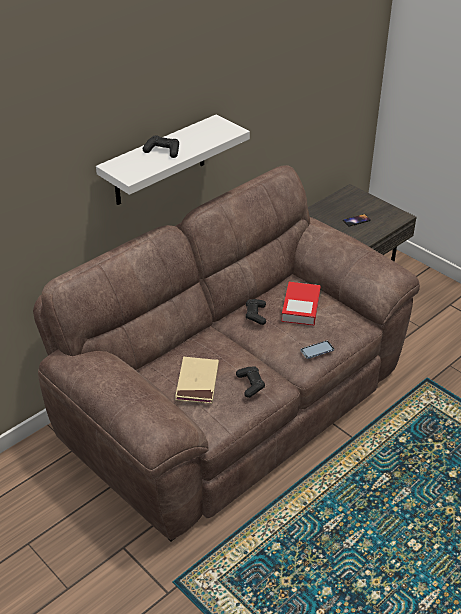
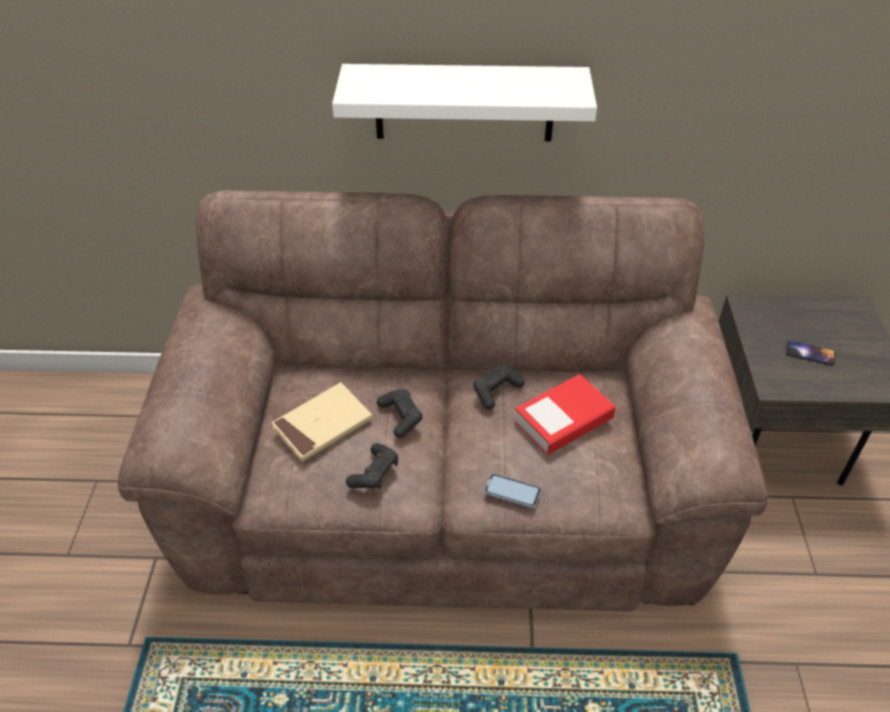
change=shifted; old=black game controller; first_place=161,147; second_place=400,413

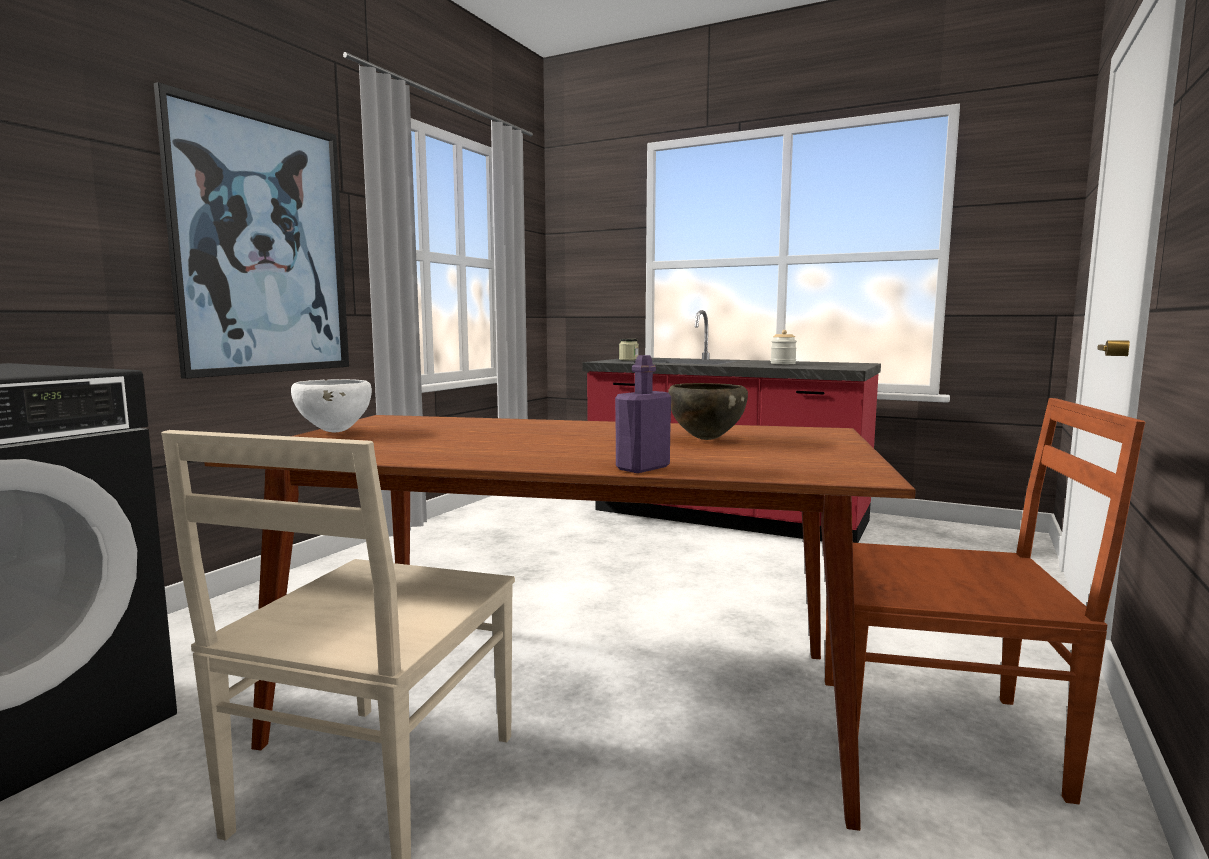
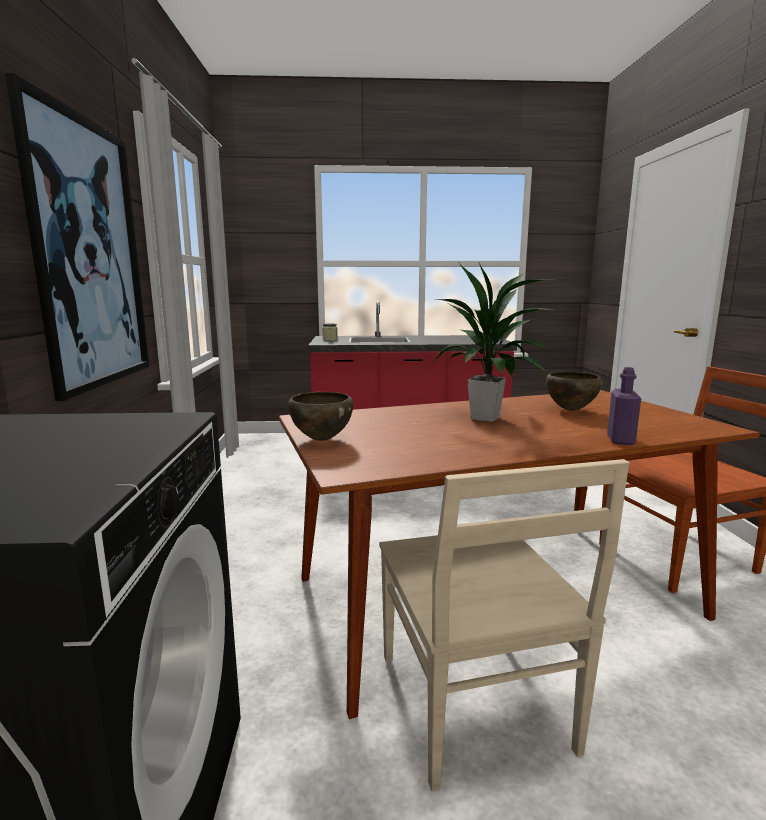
change=gone; old=jar; first_place=784,347
change=new; new=potted plant; second_place=493,342
change=repainted; old=white bowl; new=brown bowl; first_place=331,405; second_place=320,416

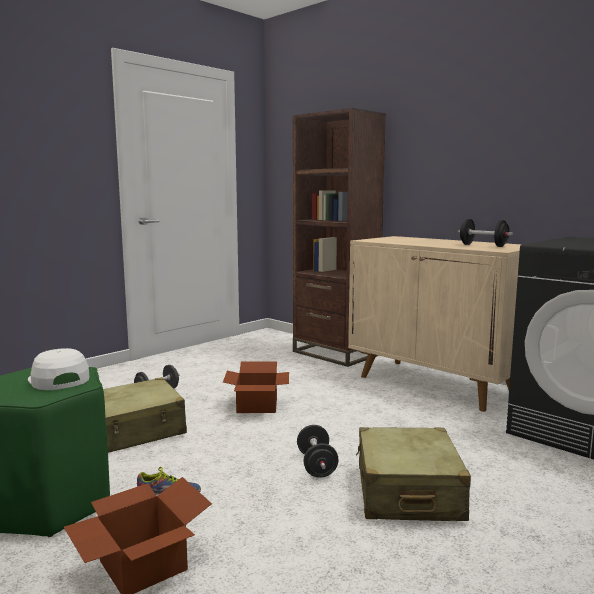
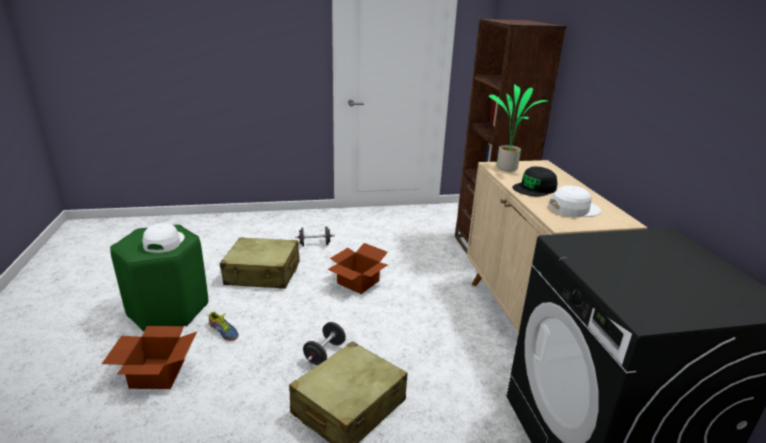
change=new; new=potted plant; second_place=519,127
change=new; new=black cap; second_place=534,181
change=swapped; old=black dumbbell; new=white cap; first_place=485,233; second_place=575,201

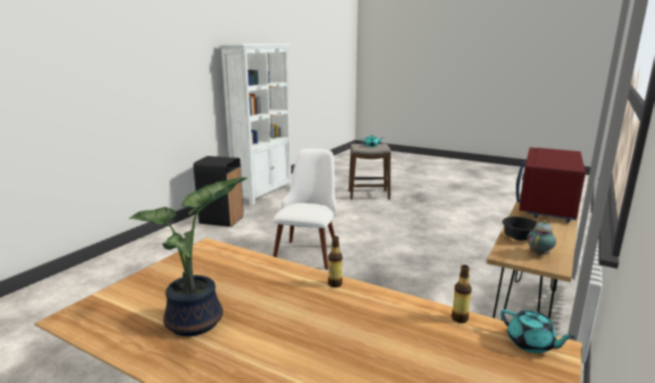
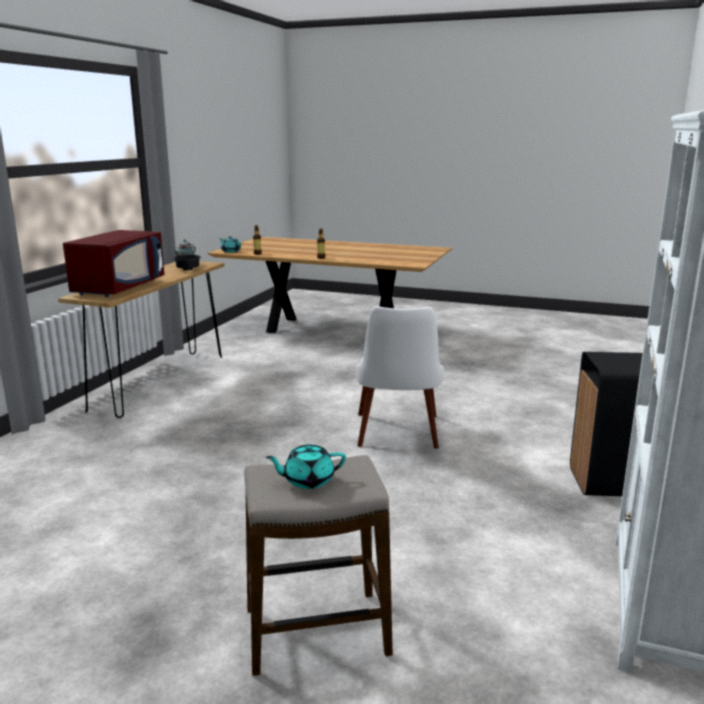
change=gone; old=potted plant; first_place=188,256

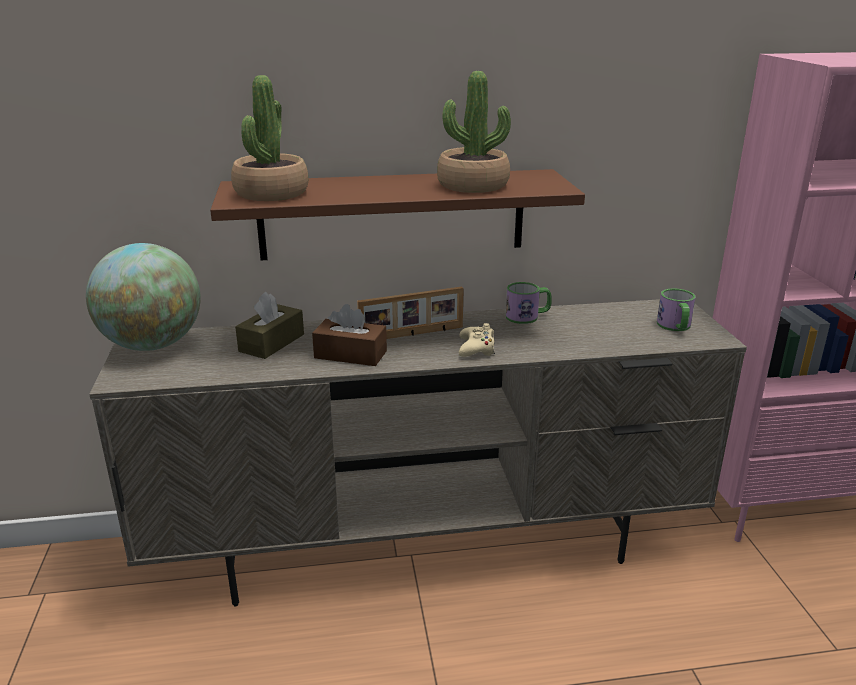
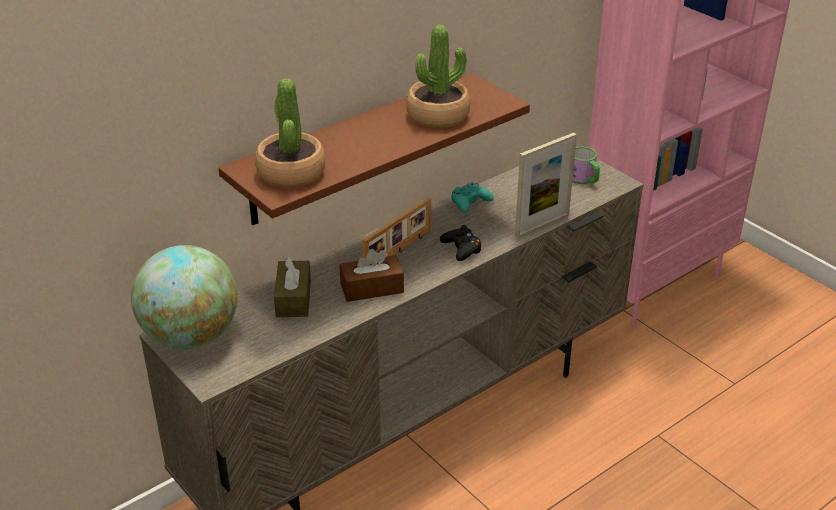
change=new; new=picture frame; second_place=546,185
change=swapped; old=mug; new=turquoise game controller; first_place=529,303; second_place=473,197
change=repainted; old=beige game controller; new=black game controller; first_place=477,340; second_place=460,243

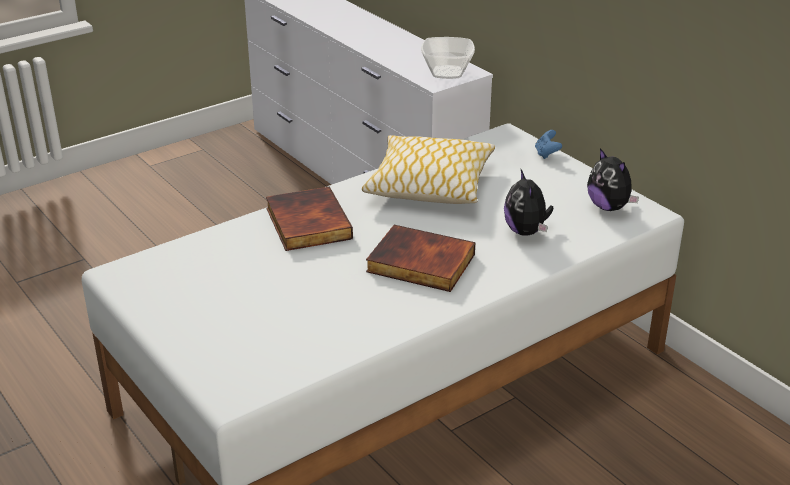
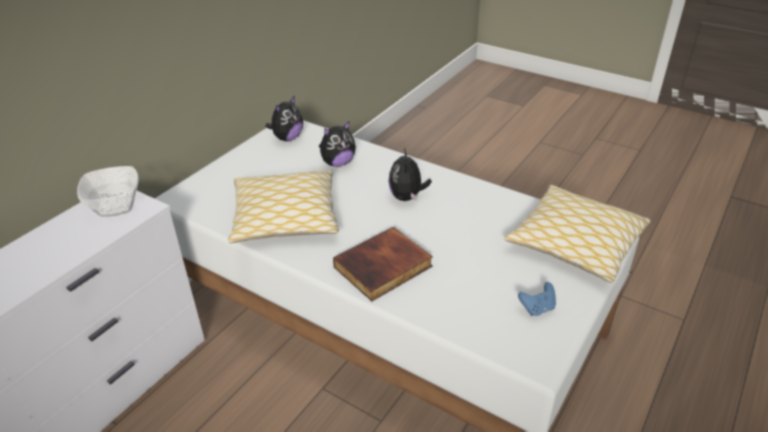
change=new; new=pillow; second_place=577,234
change=shifted; old=blue game controller; first_place=548,144; second_place=537,299
change=swapped; old=book; new=plush toy; first_place=420,258; second_place=410,174

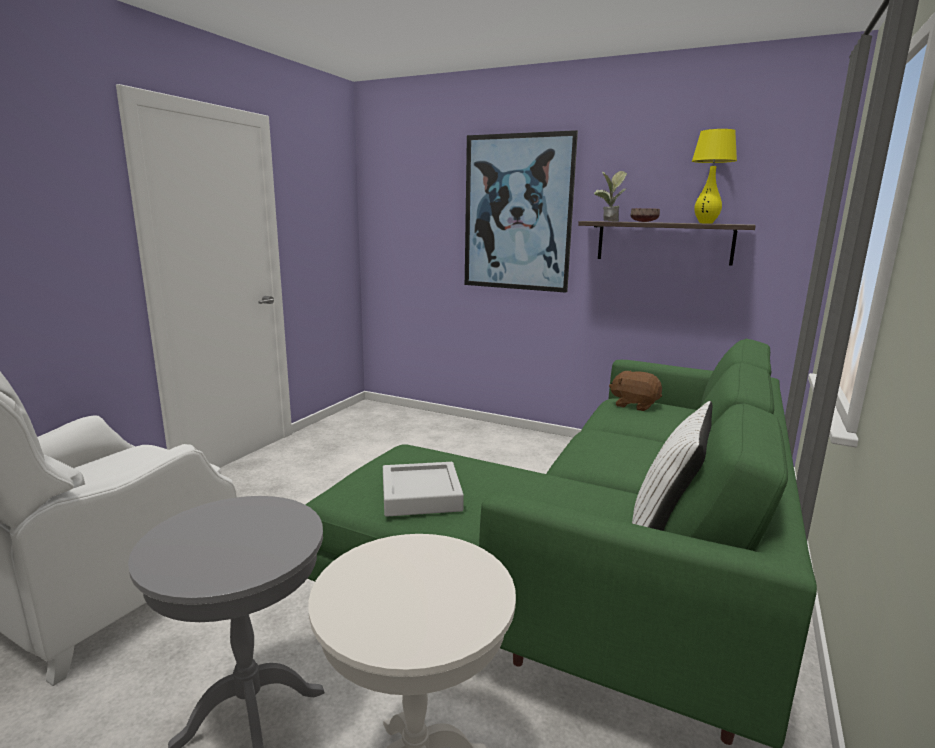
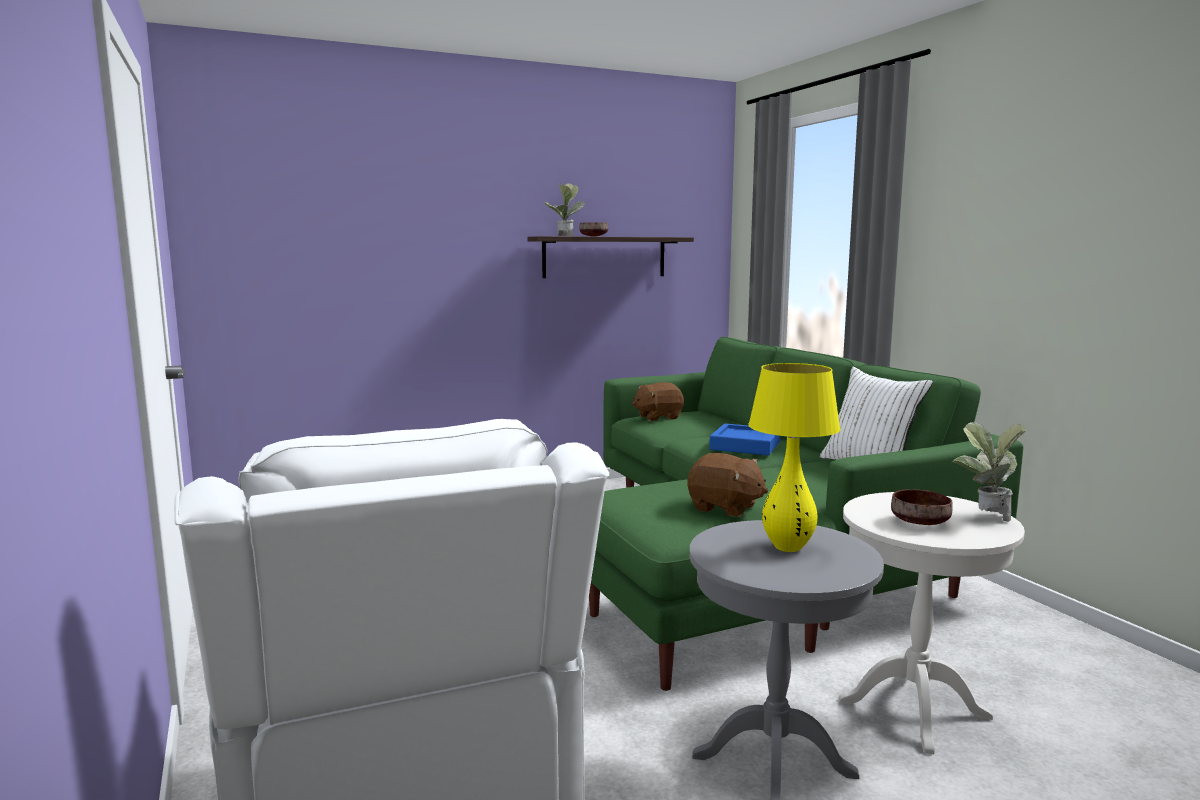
change=gone; old=picture; first_place=521,211
change=new; new=blue tray; second_place=744,440
change=new; new=brown bowl; second_place=922,507
change=new; new=potted plant; second_place=989,472
change=shifted; old=yellow table lamp; first_place=714,176; second_place=794,457
change=swapped; old=grey tray; new=brown plush toy; first_place=423,489; second_place=727,485

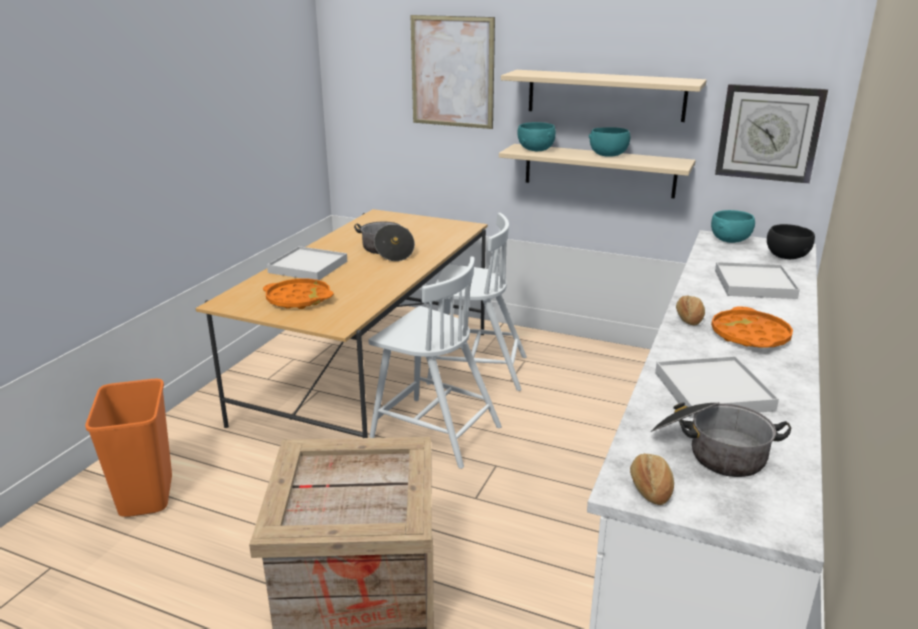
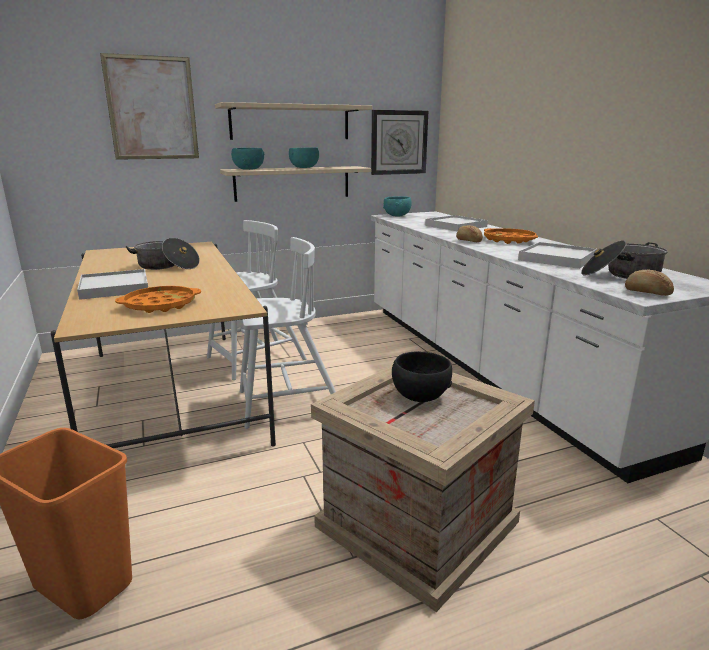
change=shifted; old=black bowl; first_place=791,241; second_place=422,376

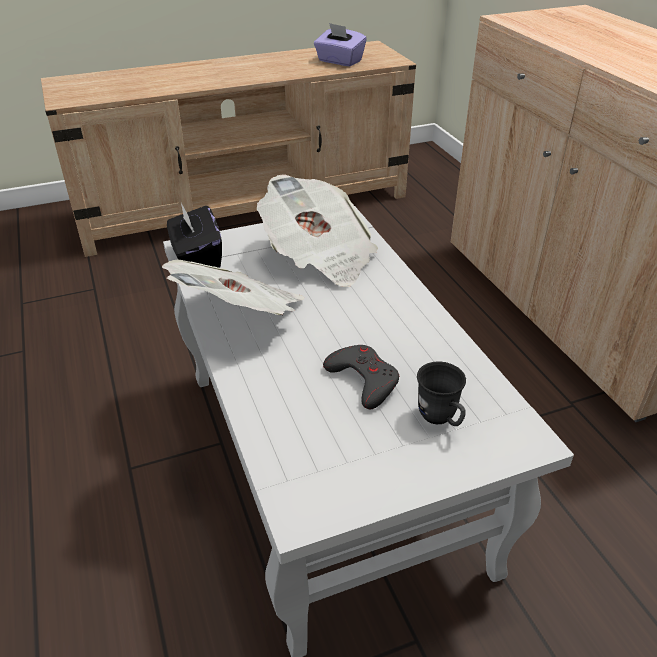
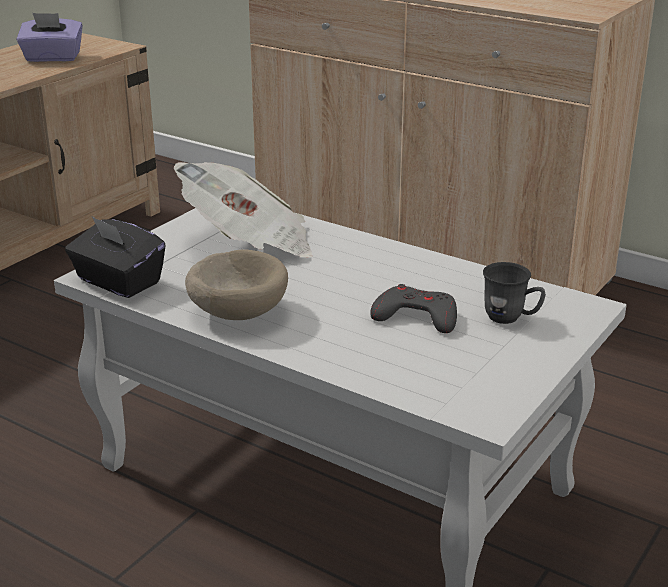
change=swapped; old=newspaper; new=beige bowl; first_place=233,287; second_place=236,284

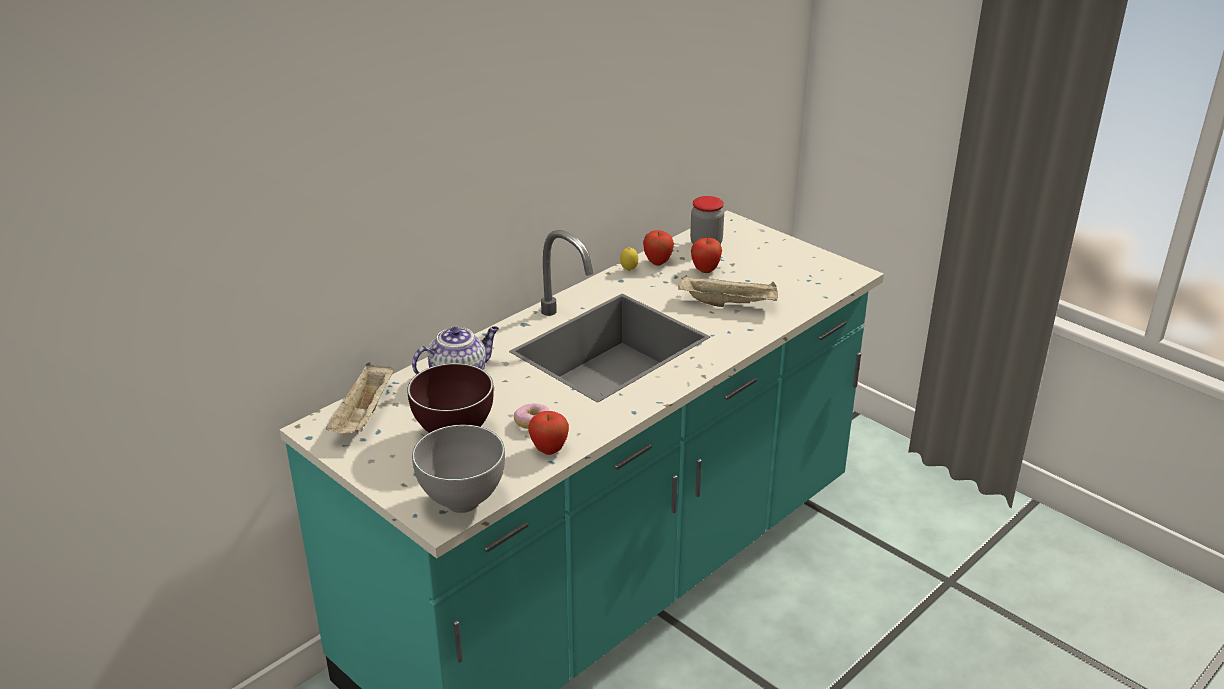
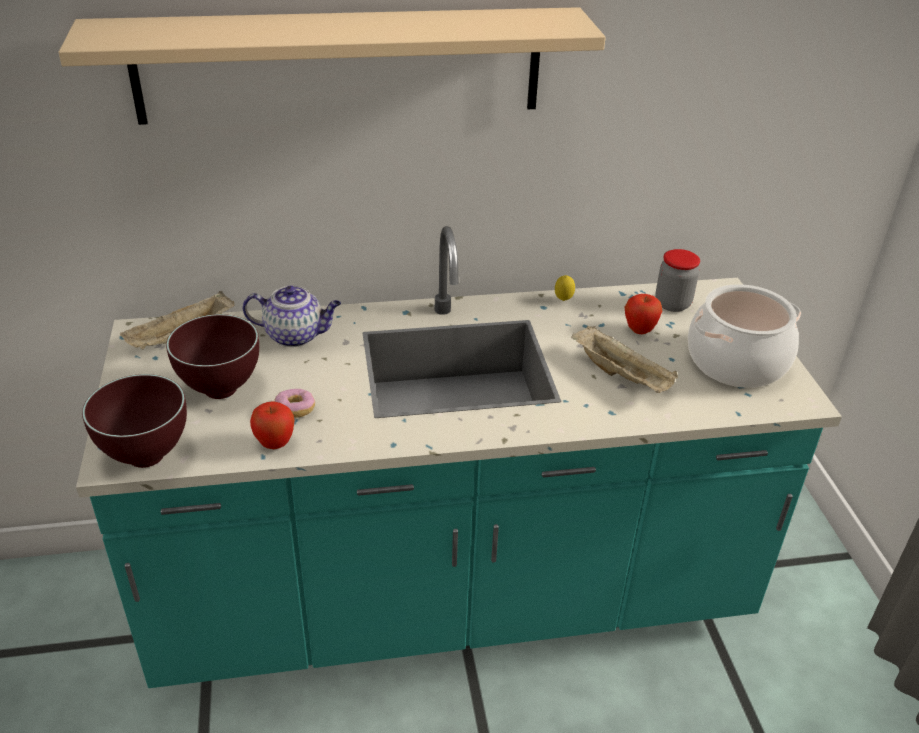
change=gone; old=apple; first_place=658,247
change=new; new=beige shelf; second_place=332,66
change=new; new=cooking pot; second_place=744,336
change=repainted; old=grey bowl; new=brown bowl; first_place=458,469; second_place=134,421

